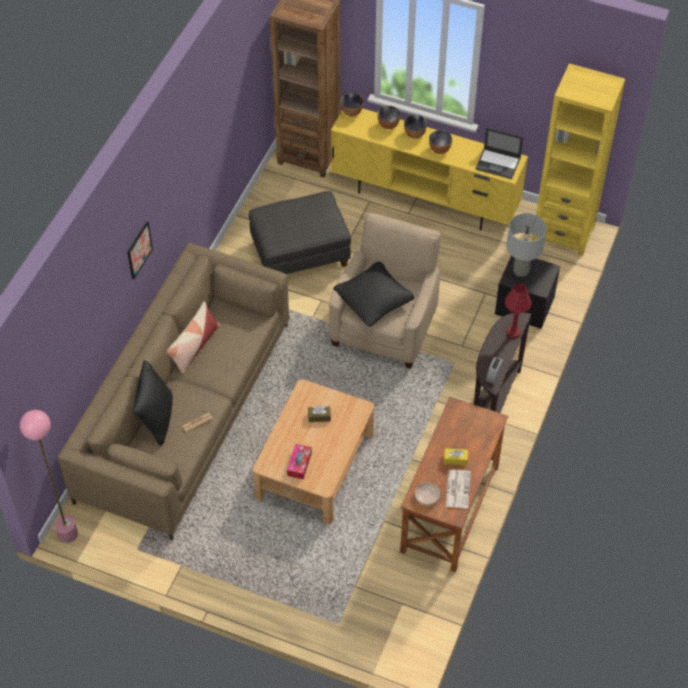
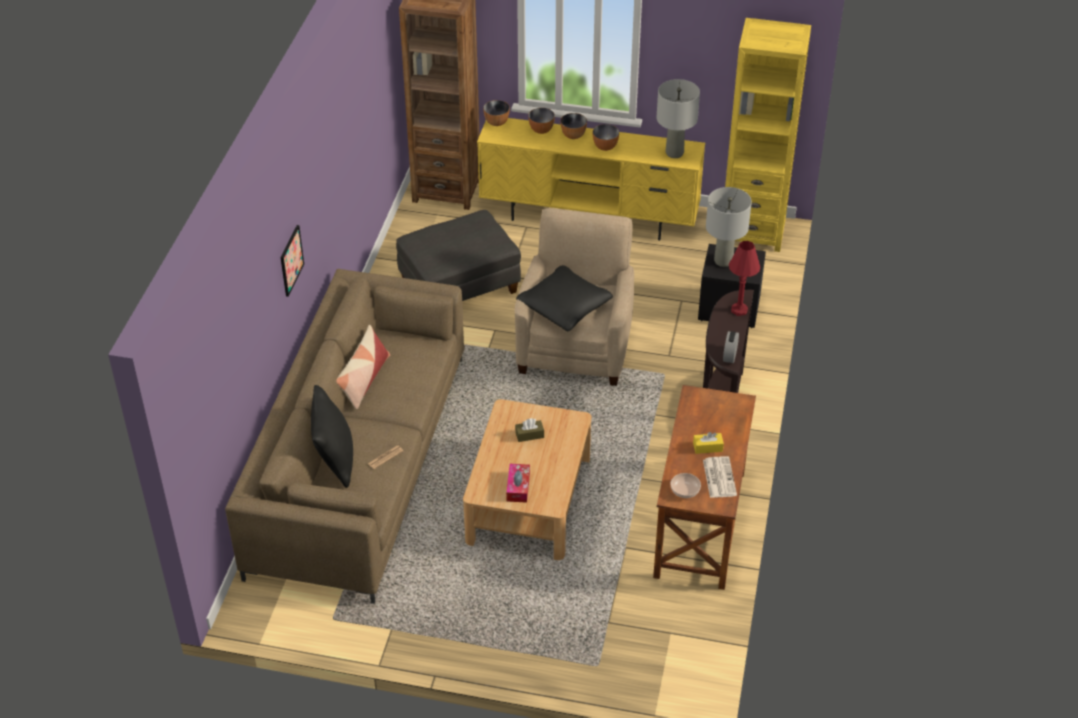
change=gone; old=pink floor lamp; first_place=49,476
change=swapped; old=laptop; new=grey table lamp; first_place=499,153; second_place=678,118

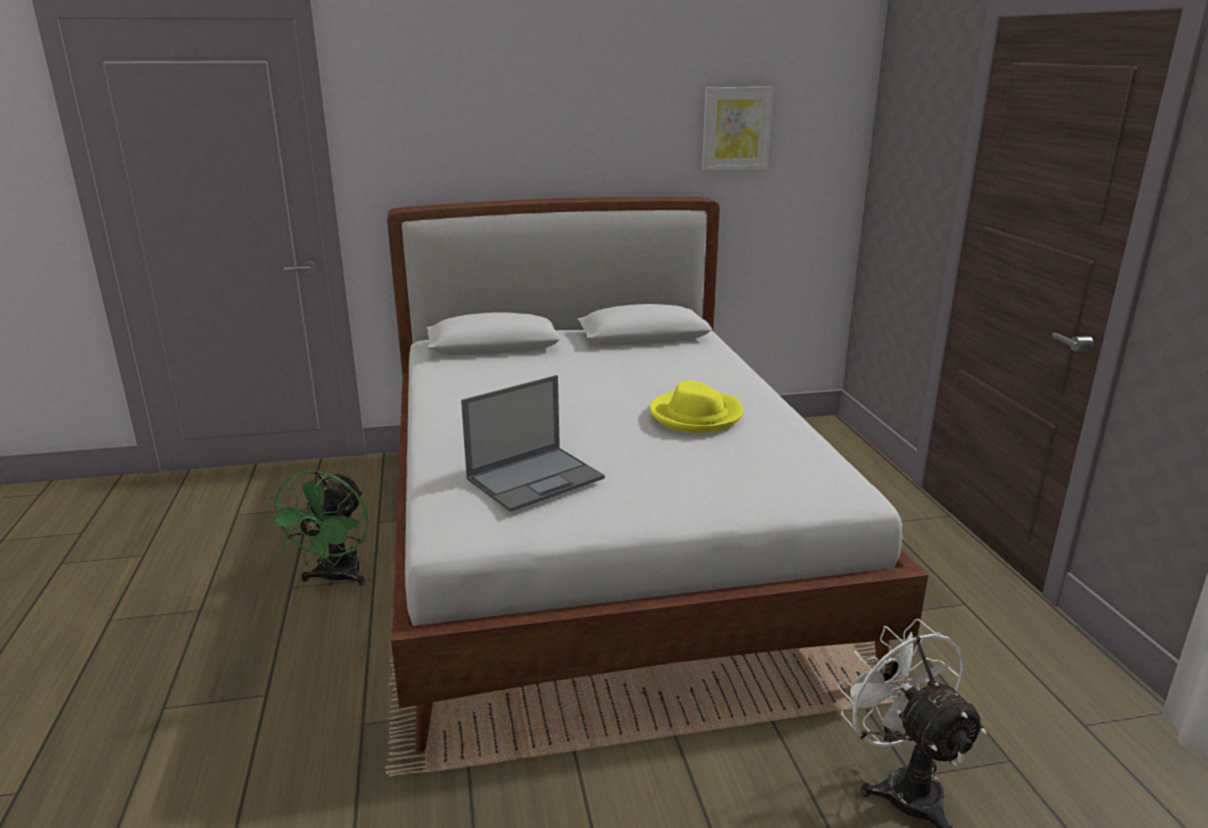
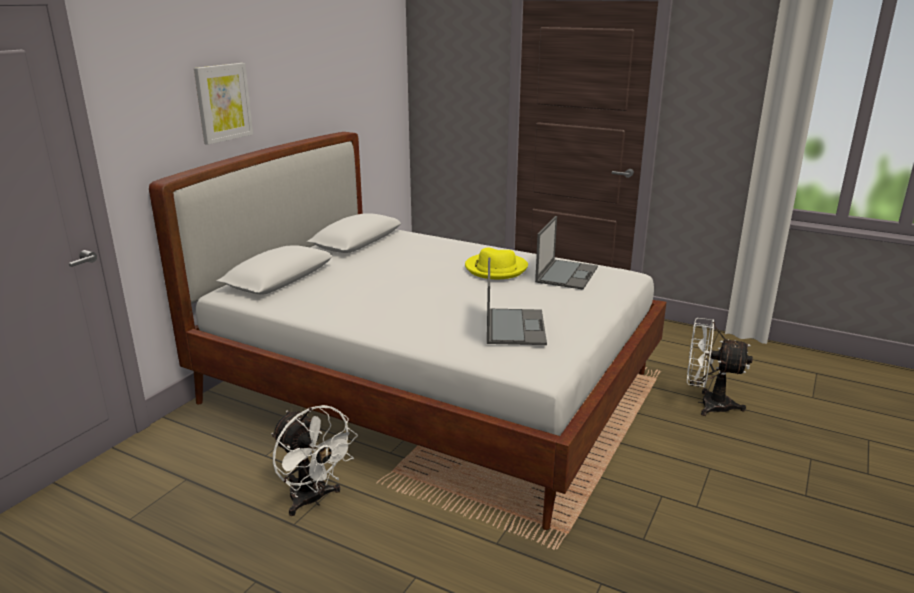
change=new; new=laptop; second_place=566,253
change=shifted; old=picture; first_place=737,129; second_place=223,104
change=repainted; old=green fan; new=white fan; first_place=317,528; second_place=315,460

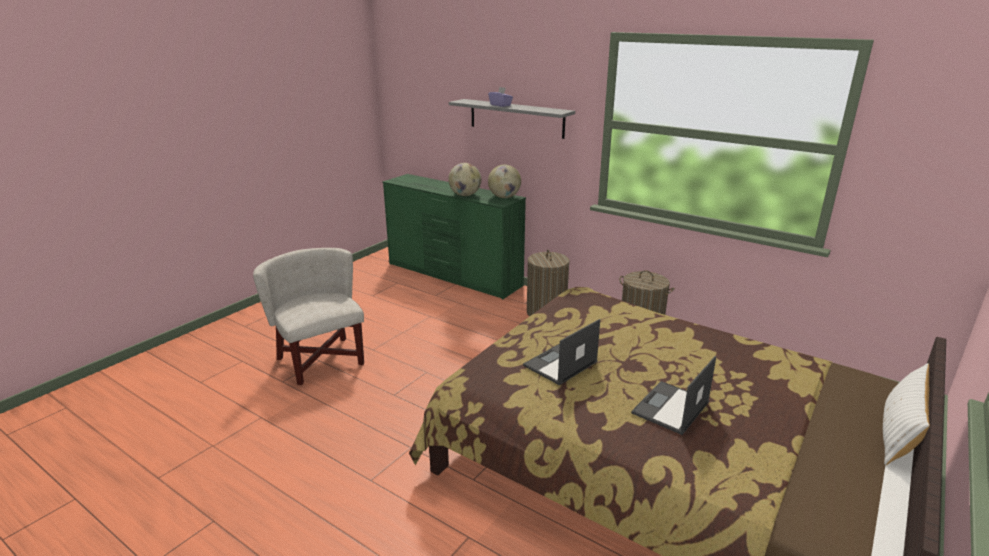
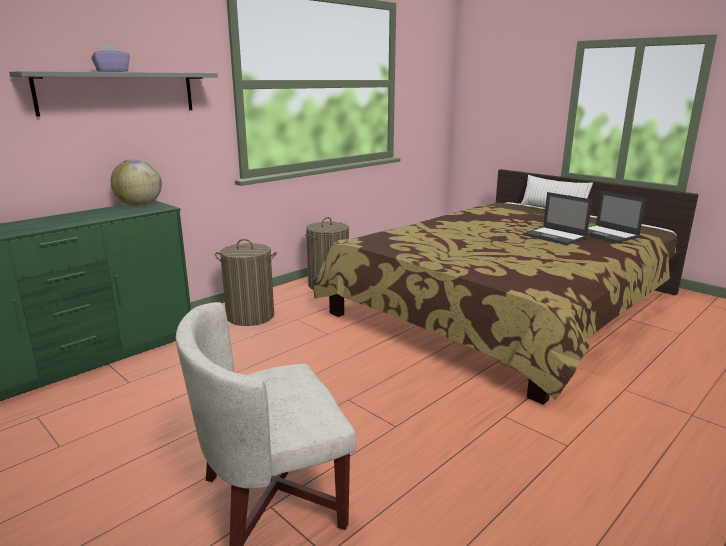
change=gone; old=globe; first_place=464,179
change=shifted; old=laptop; first_place=561,352; second_place=616,217

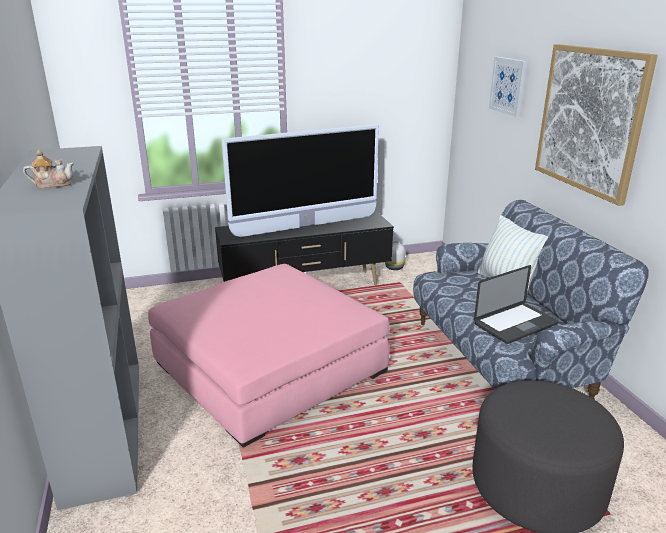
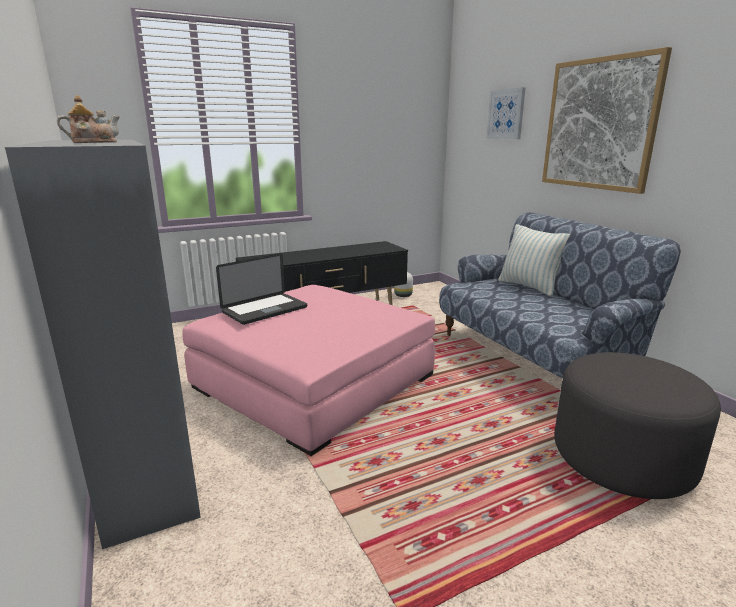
change=gone; old=television; first_place=300,180
change=shifted; old=laptop; first_place=516,304; second_place=261,289

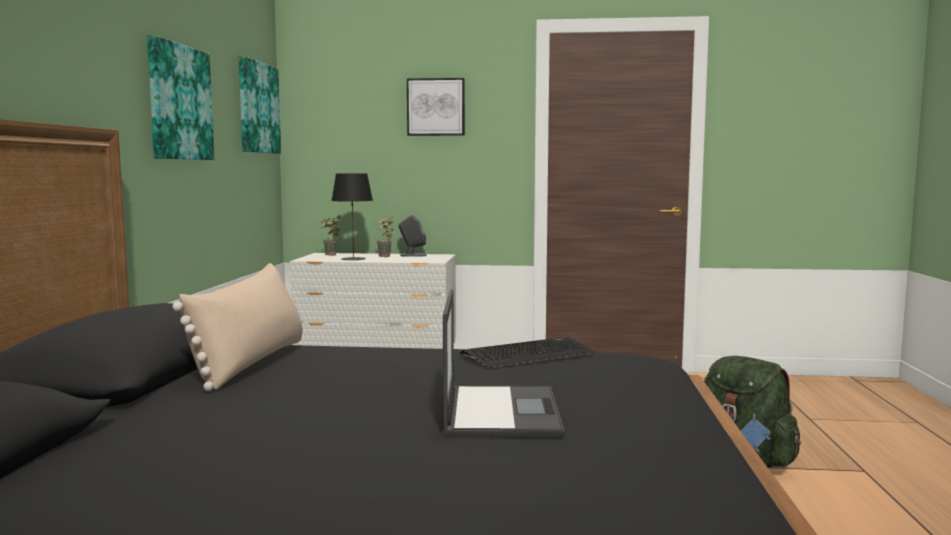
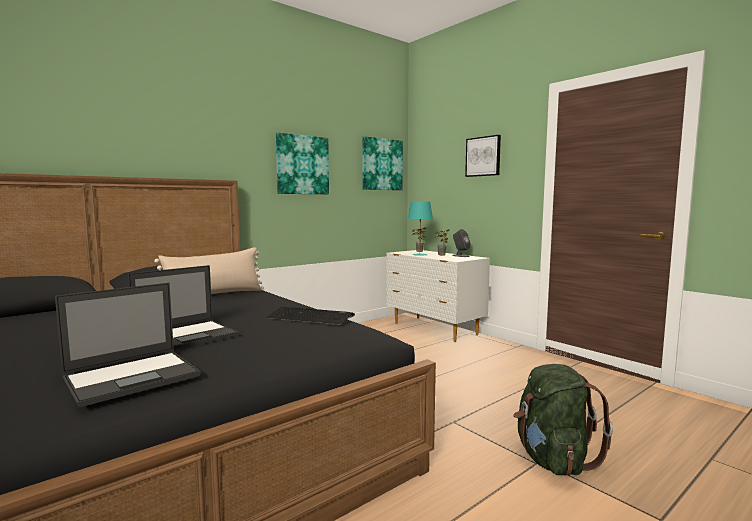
change=new; new=laptop; second_place=128,345
change=repainted; old=black table lamp; new=turquoise table lamp; first_place=352,217; second_place=420,229

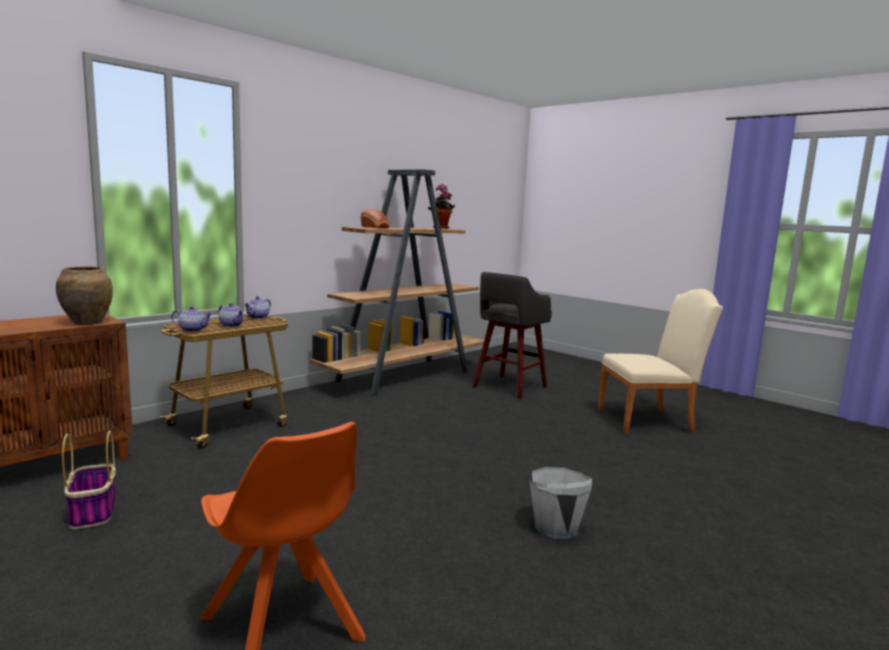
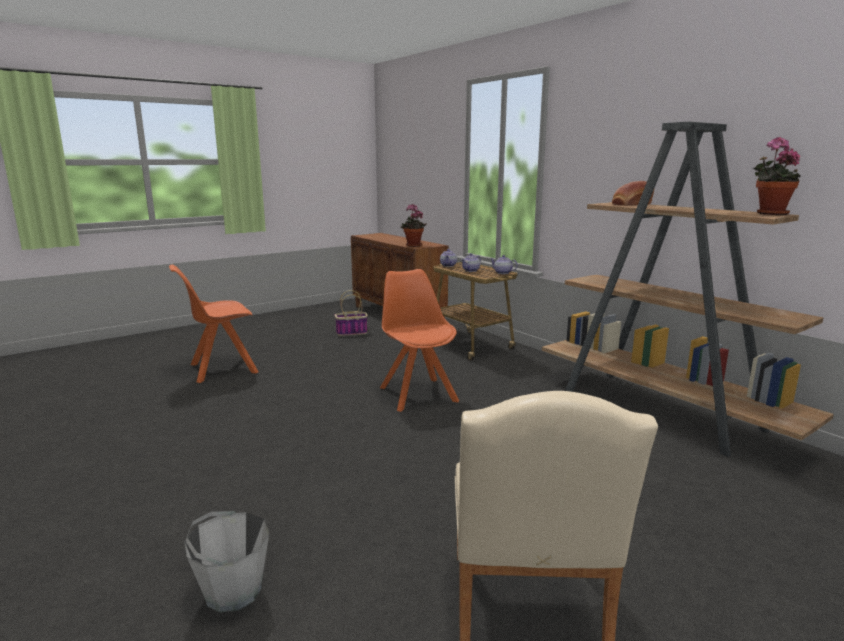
change=gone; old=grey stool; first_place=512,335
change=new; new=orange chair; second_place=419,340
change=shifted; old=grey bucket; first_place=560,503; second_place=226,562
change=swapped; old=brown vase; new=potted plant; first_place=84,295; second_place=414,225

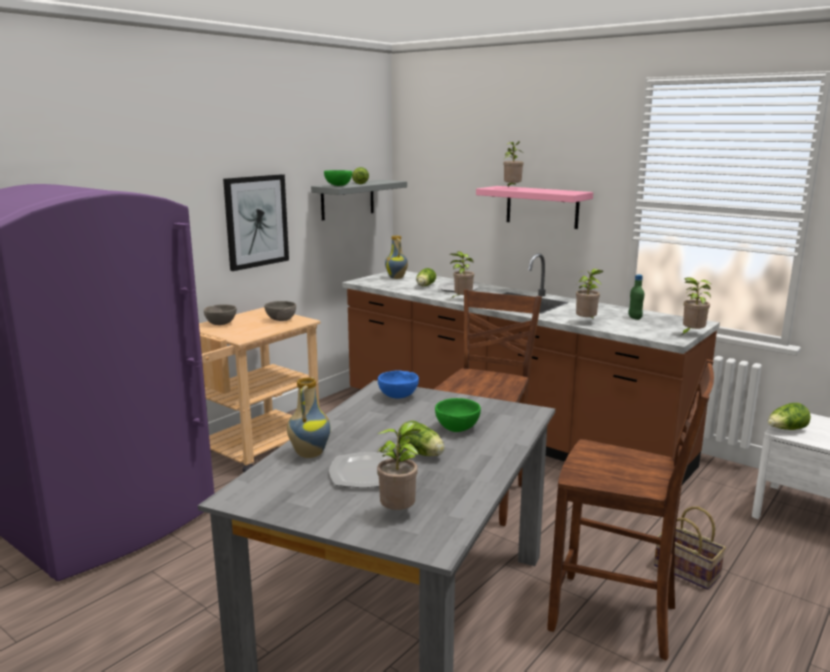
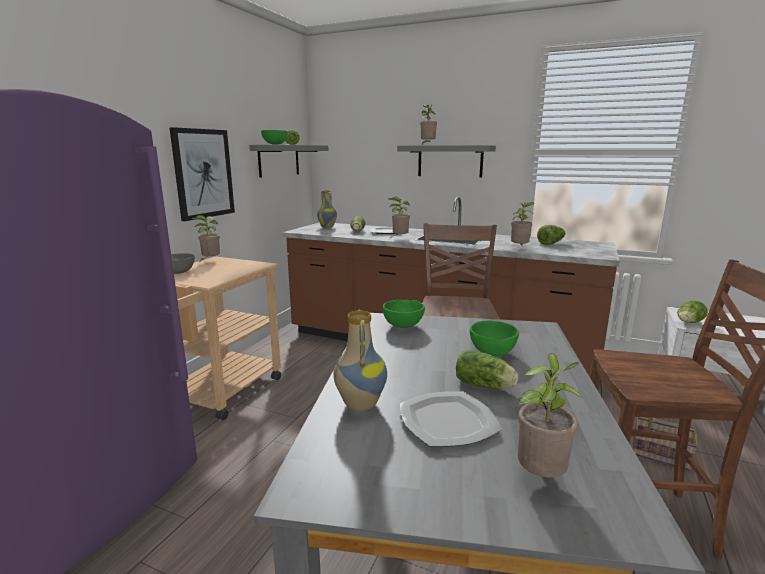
change=gone; old=grey bowl; first_place=280,311
change=shifted; old=potted plant; first_place=697,306; second_place=205,238
change=swapped; old=green bottle; new=lettuce; first_place=637,297; second_place=551,235
change=repainted; old=blue bowl; new=green bowl; first_place=398,385; second_place=404,314
change=repainted; old=pink shelf; new=grey shelf; first_place=534,207; second_place=446,161

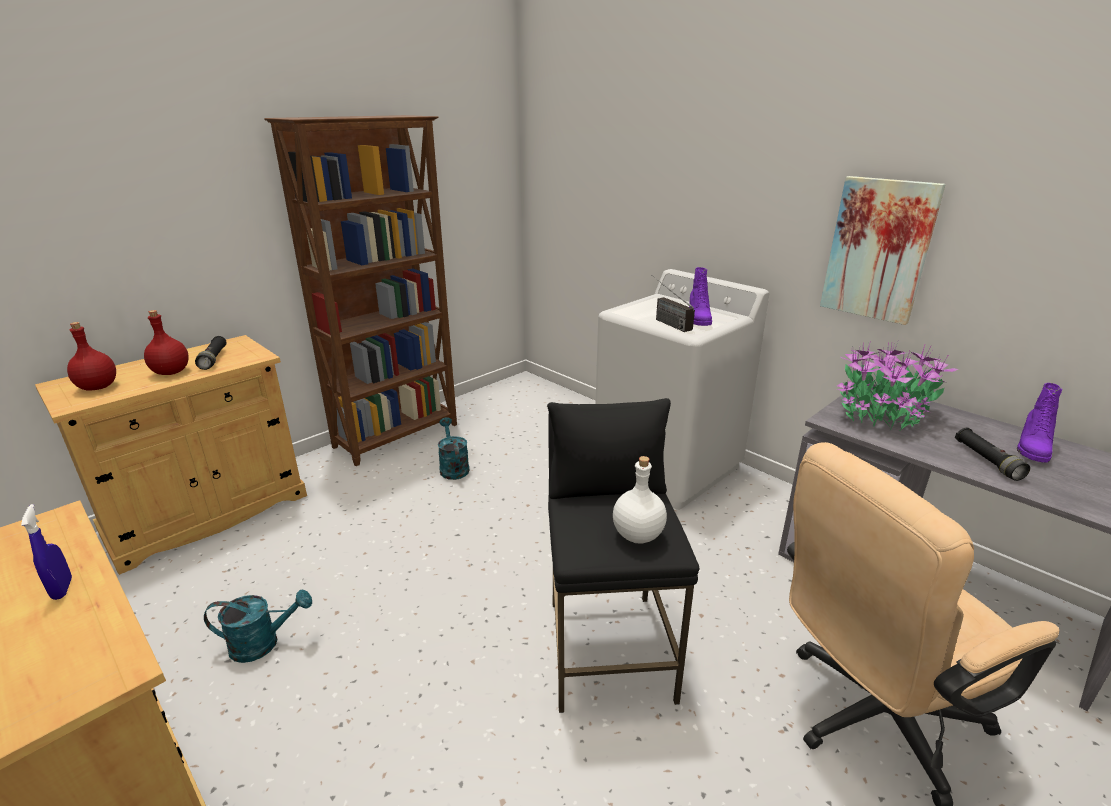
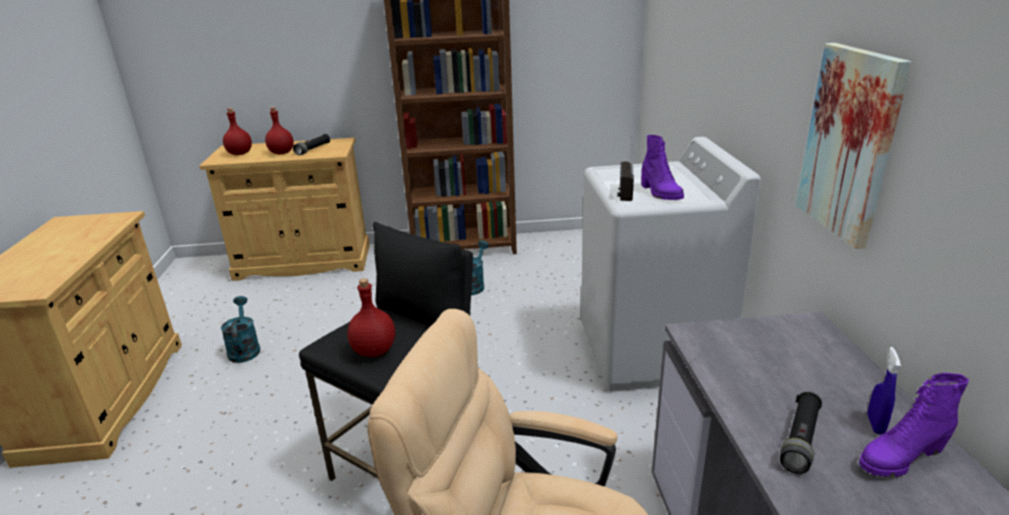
change=gone; old=potted plant; first_place=897,385
change=shifted; old=blue spray bottle; first_place=46,552; second_place=884,390
change=repainted; old=white bottle; new=red bottle; first_place=640,500; second_place=371,317
change=rotated; old=turquoise watering can; first_place=258,626; second_place=240,329; degrees=-135
change=rotated; old=purple boot; first_place=700,296; second_place=662,167; degrees=-60

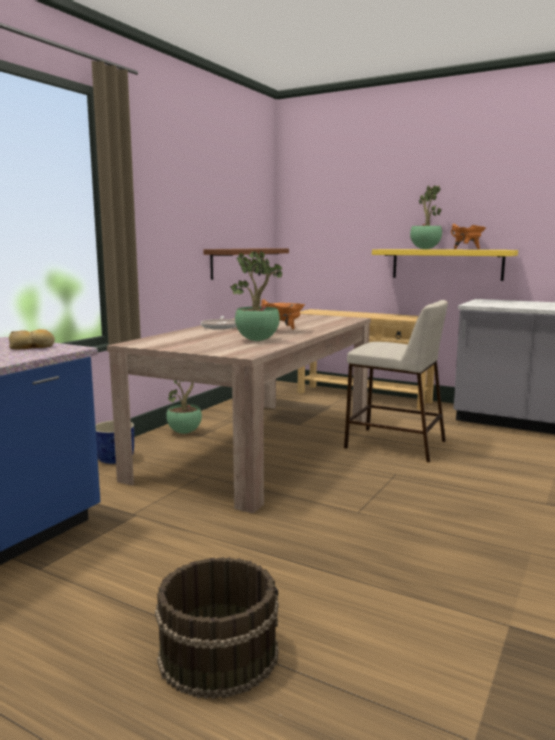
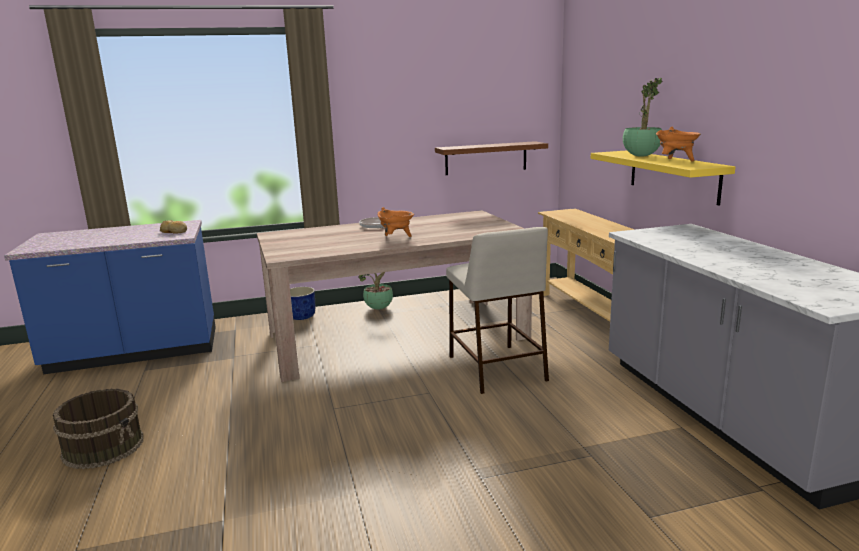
change=gone; old=potted plant; first_place=256,296

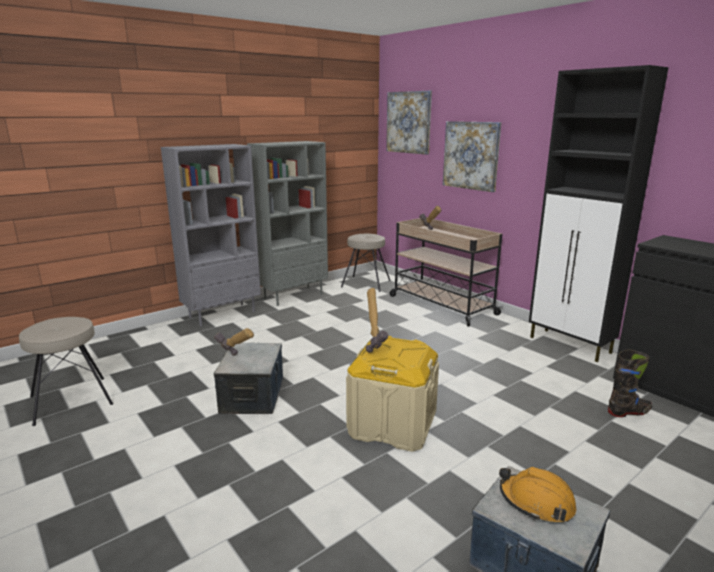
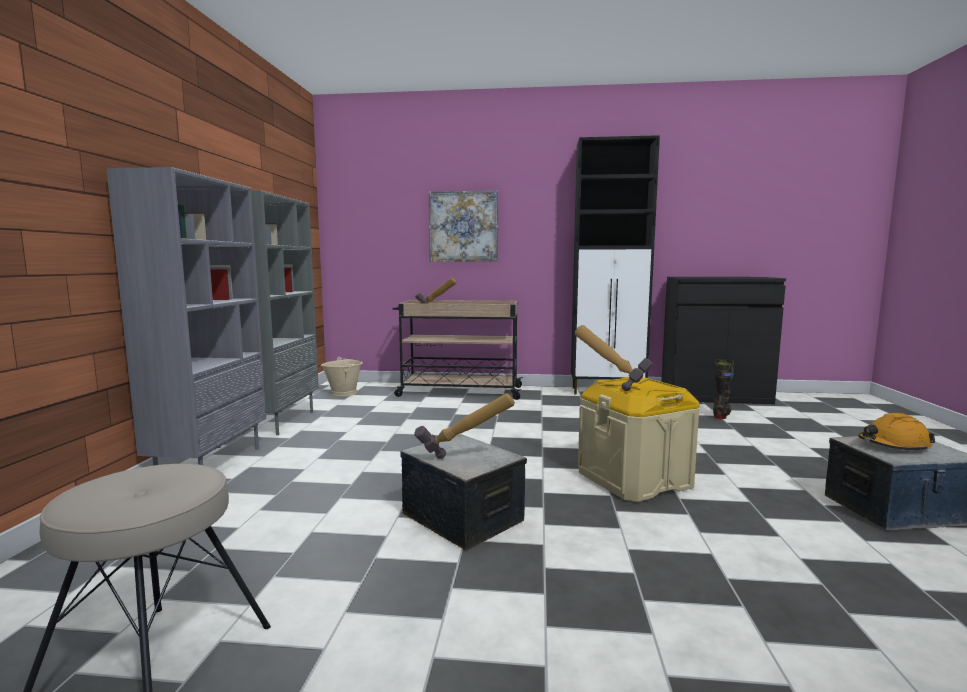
change=gone; old=picture; first_place=409,123
change=swapped; old=beige stool; new=beige bucket; first_place=366,263; second_place=342,377

